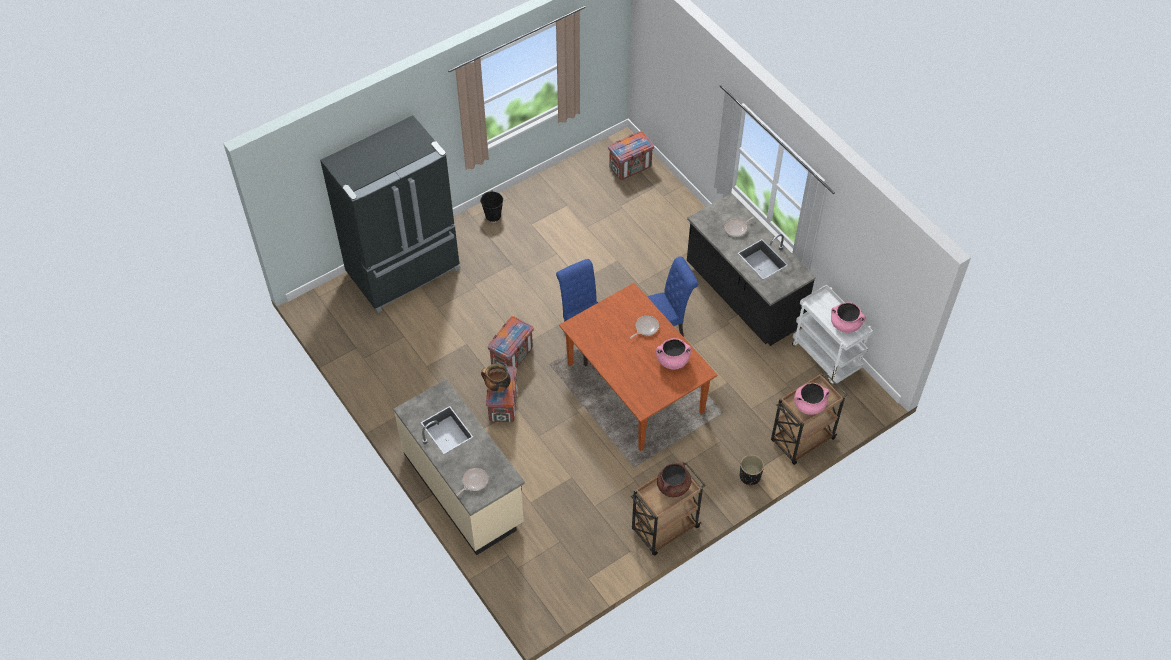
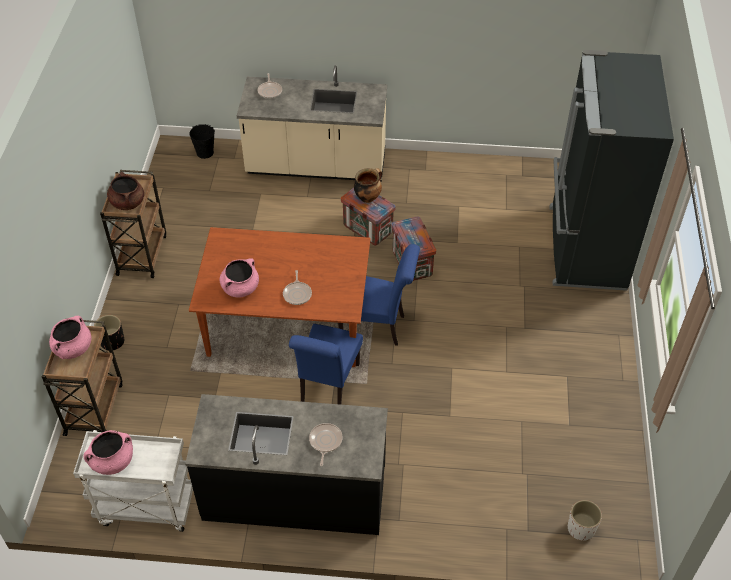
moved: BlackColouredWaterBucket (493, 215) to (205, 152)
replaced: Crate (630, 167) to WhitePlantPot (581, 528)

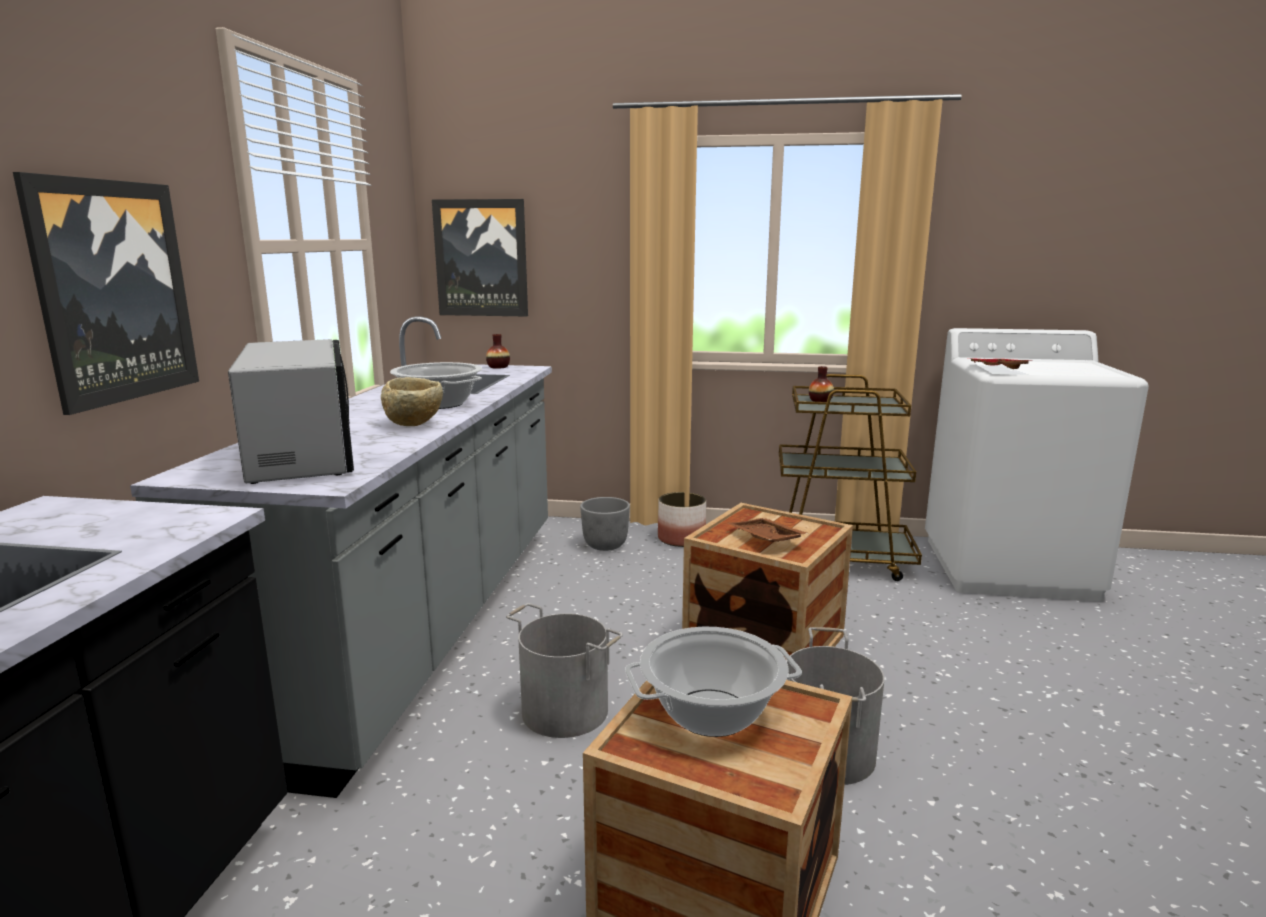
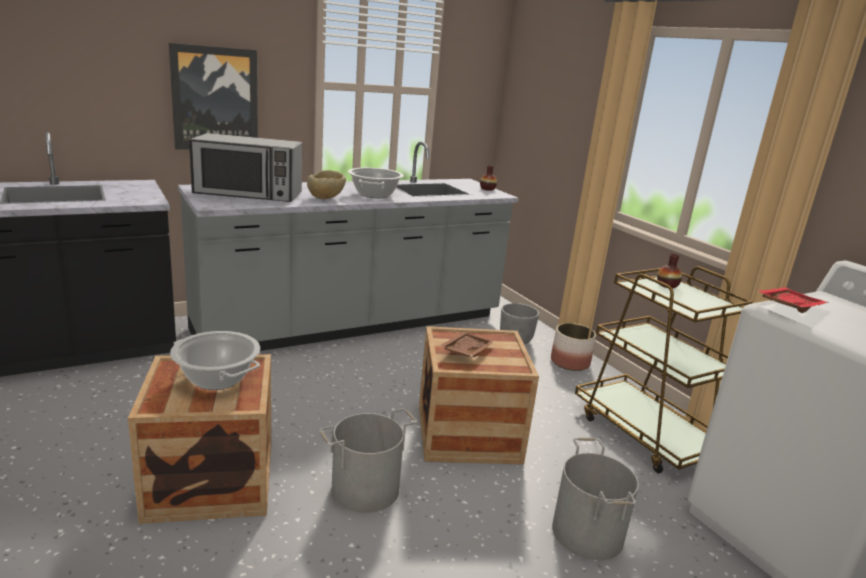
removed: WallPicture (481, 258)
moved: GreyishWaterBucket (564, 711) to (586, 533)
turned: MicrowaveOven (303, 454) = (248, 194) 60 degrees clockwise

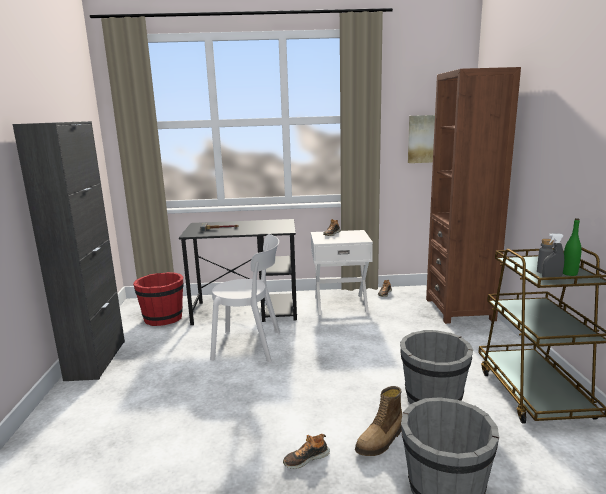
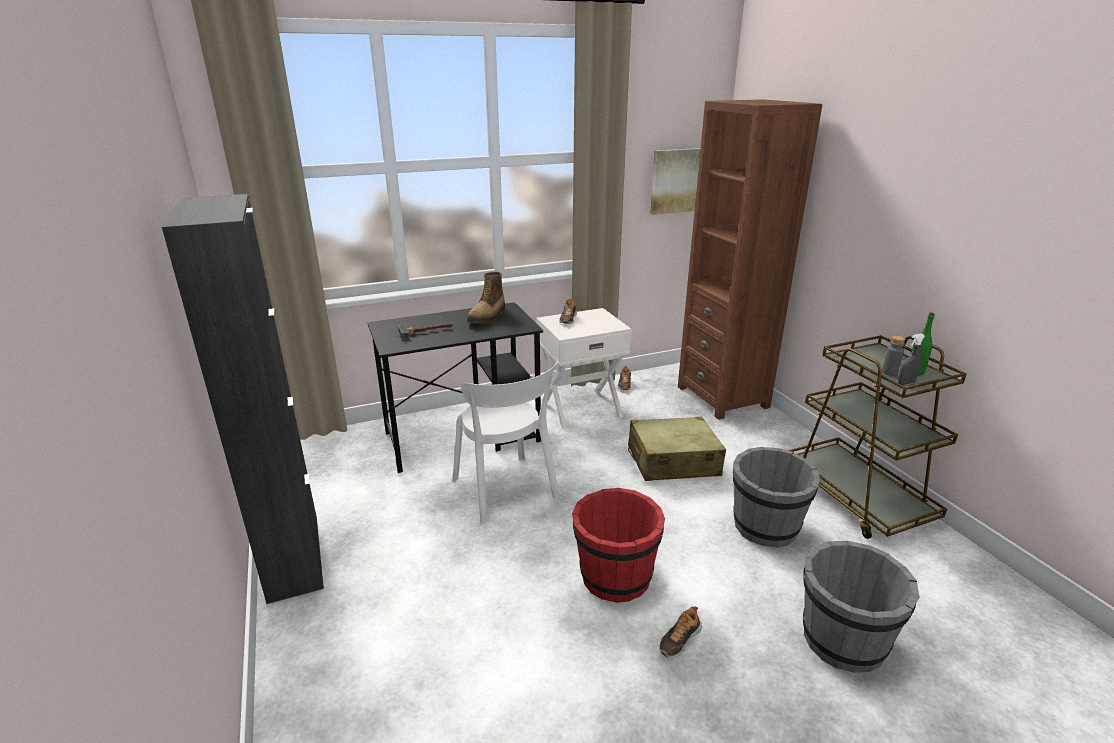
added: BeigeTravelCase (672, 461)
moved: Boot (381, 440) to (488, 317); RedColouredWaterBucket (163, 318) to (615, 576)
turned: WhiteUprightChair (251, 345) = (506, 491) 75 degrees clockwise

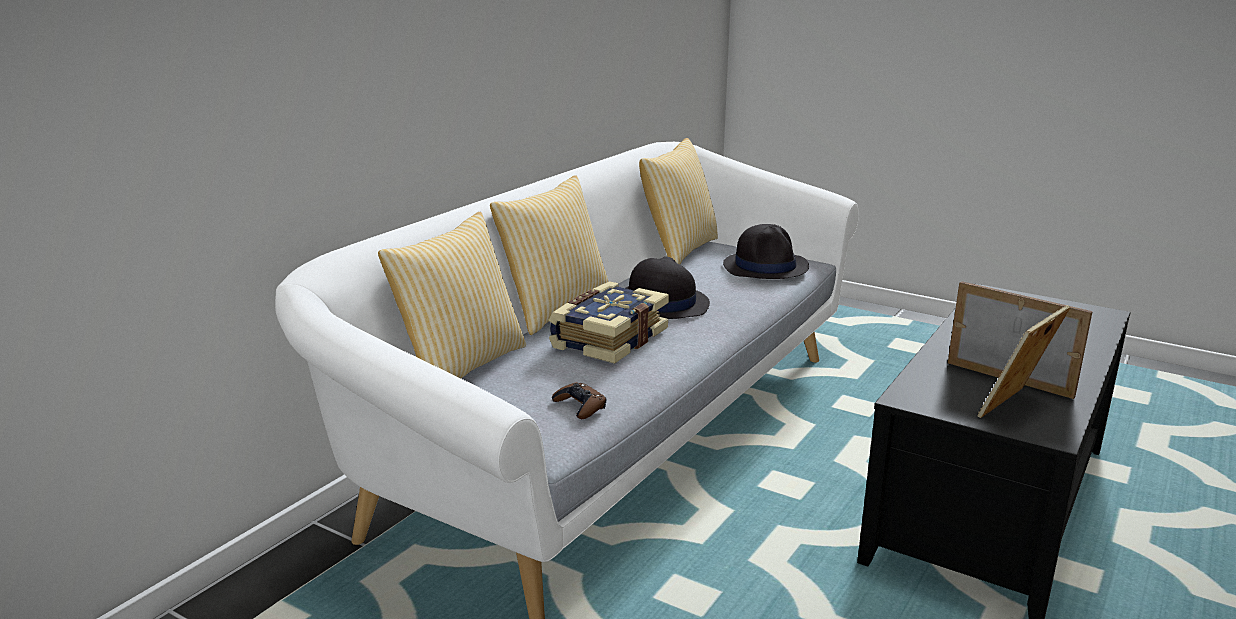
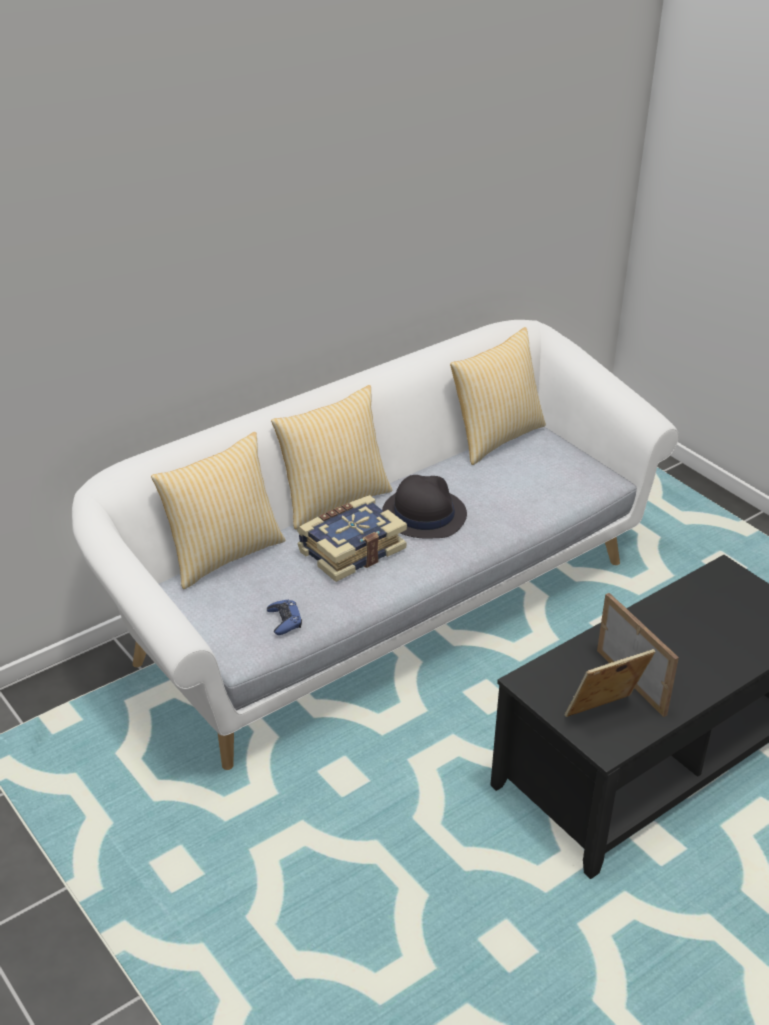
removed: BlackColouredHat (766, 267)
recoloured: BrownishJoypad (580, 406) to BlueColouredJoypad (284, 620)

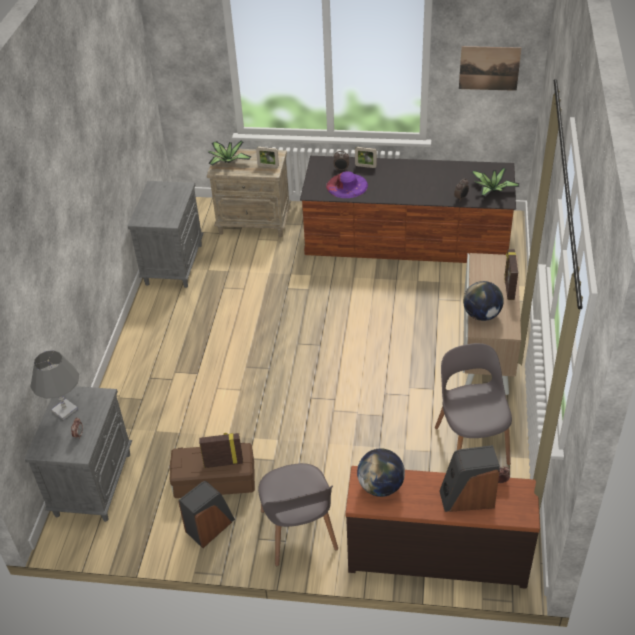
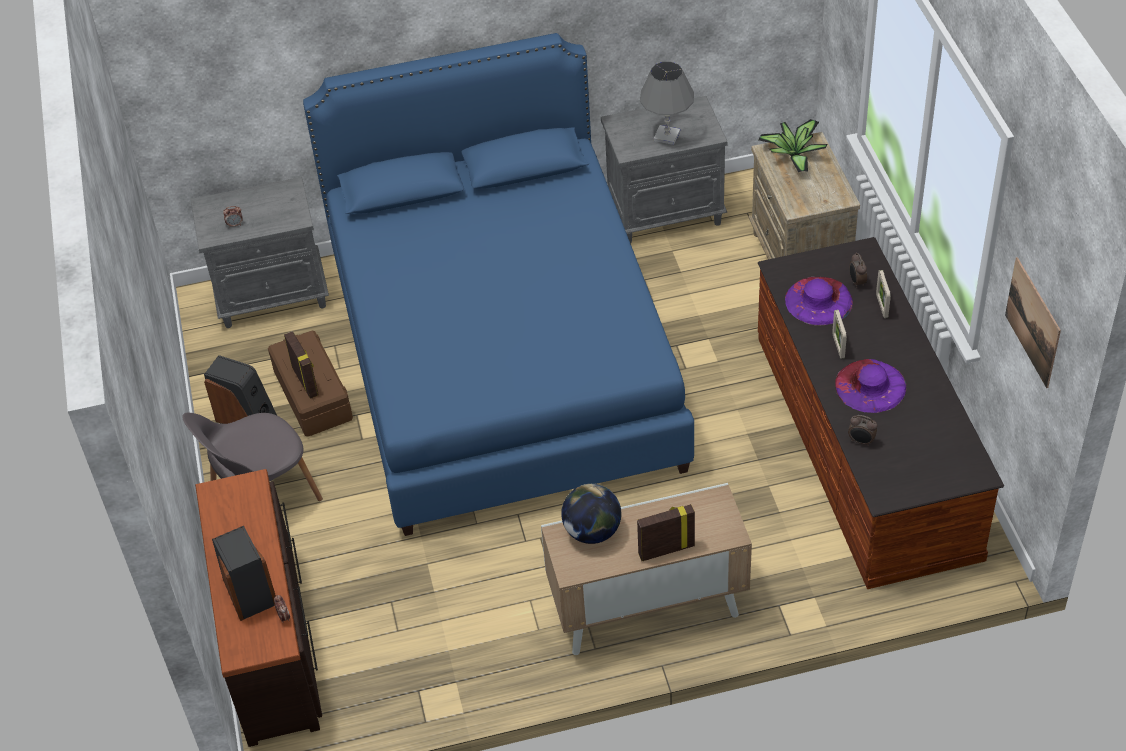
removed: Globe (380, 486); GreyishUprightChair (471, 443); PottedPlant (492, 191)
added: BlueColouredBedroomBed (502, 359); PurpleHat (870, 386)
moved: GreyishLampForATable (65, 410) to (667, 136); StandingFrame (268, 166) to (838, 346)

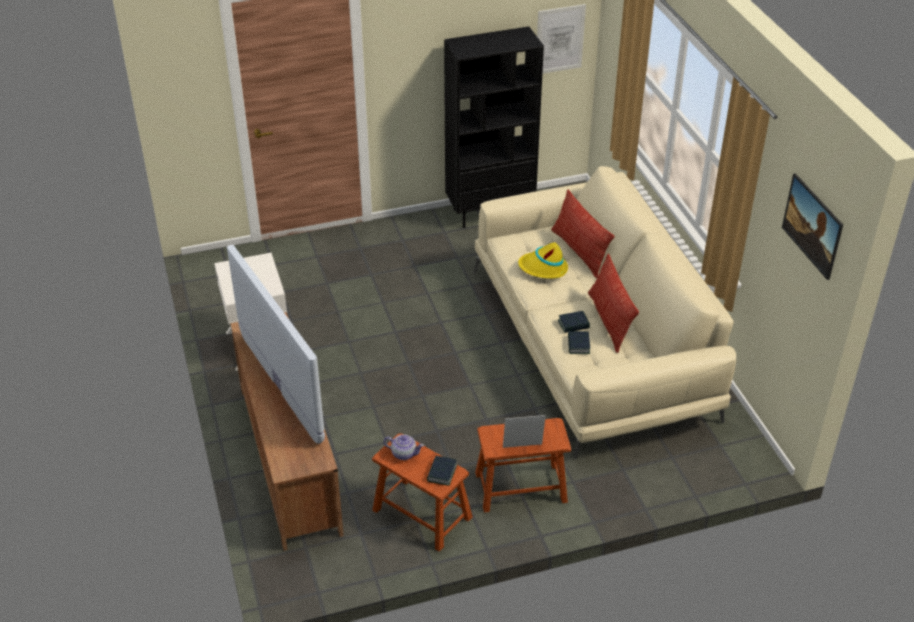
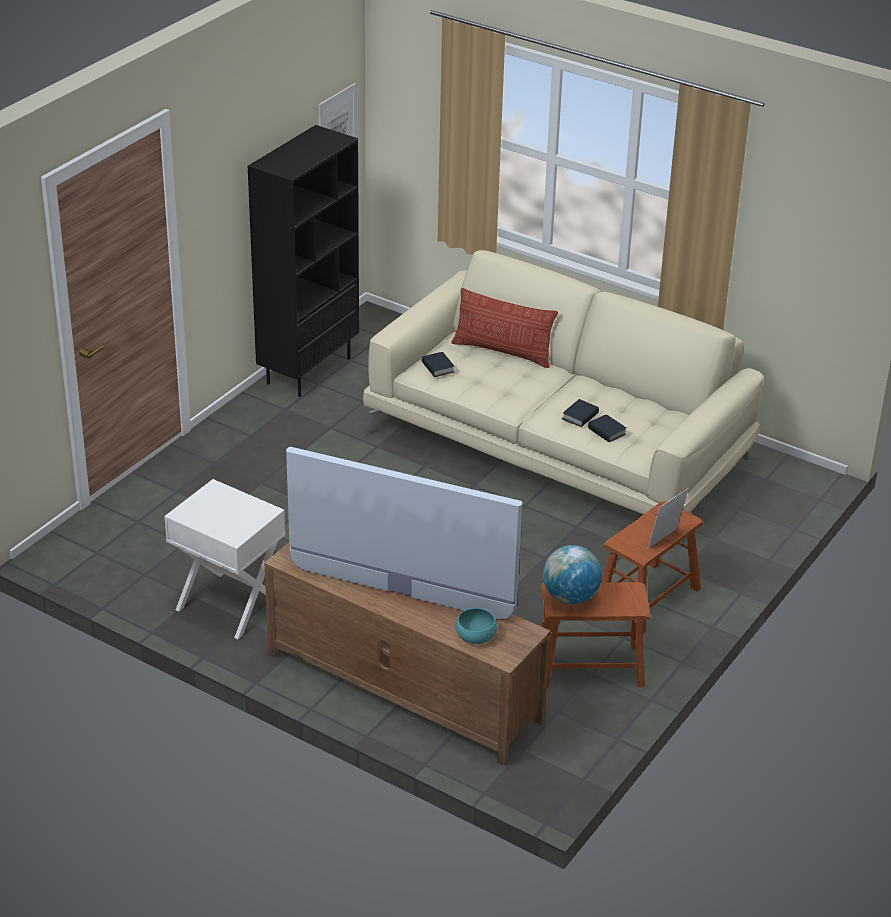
removed: YellowHat (543, 268); ThrowPillow (609, 321); WallPicture (809, 239)
added: BlueGreenServingBowl (476, 635)
moved: BoundBook (442, 473) to (437, 368)
replaced: Teapot (404, 453) to Globe (570, 597)

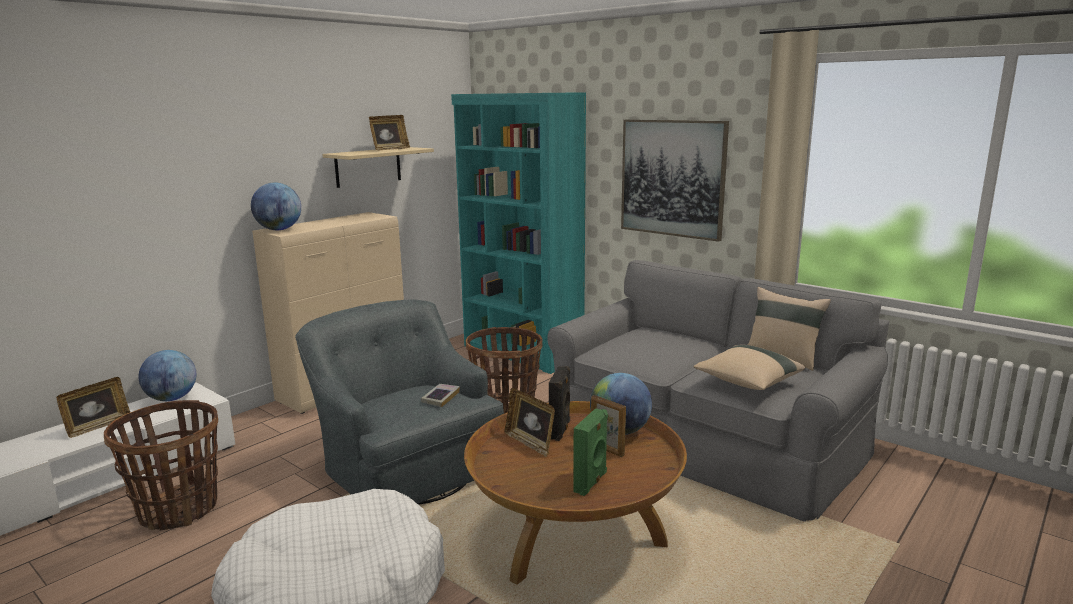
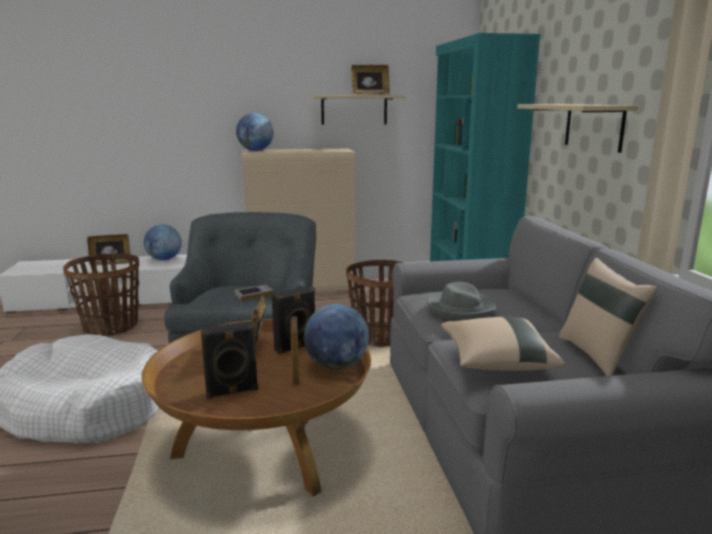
added: GreyishHat (460, 307)
replaced: WallPicture (672, 178) to BeigeBracketShelf (593, 126)
recoloured: GreenAudioSpeaker (591, 482) to BlackColouredAudioSpeaker (232, 392)

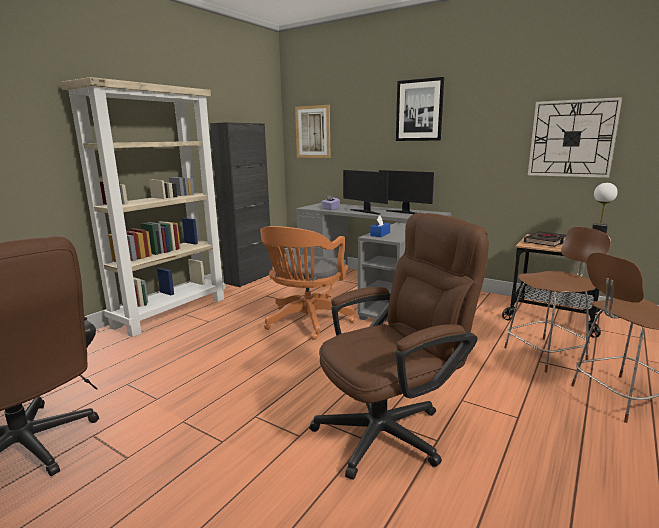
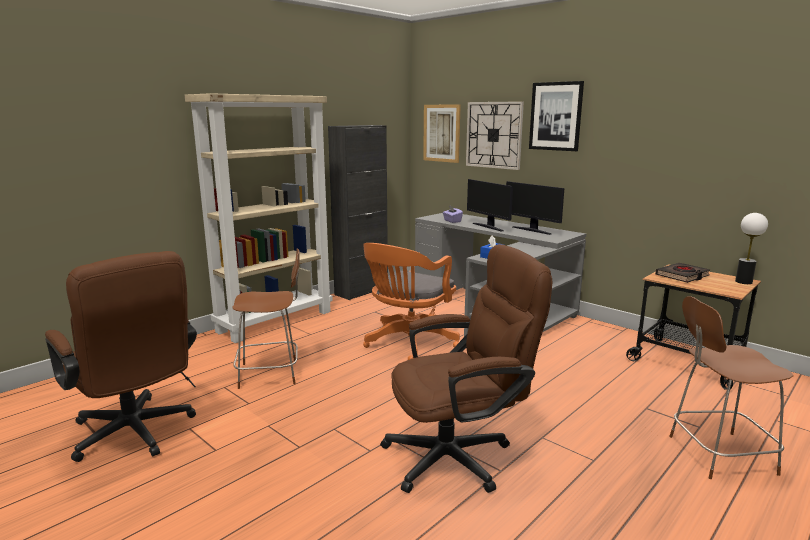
moved: BrownishUprightChair (547, 354) to (271, 373); HangingClock (572, 138) to (494, 135)

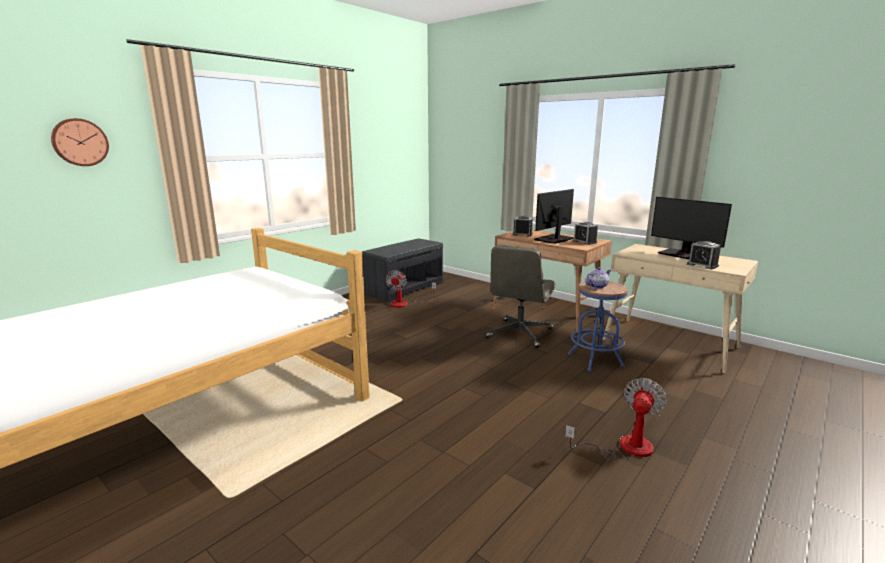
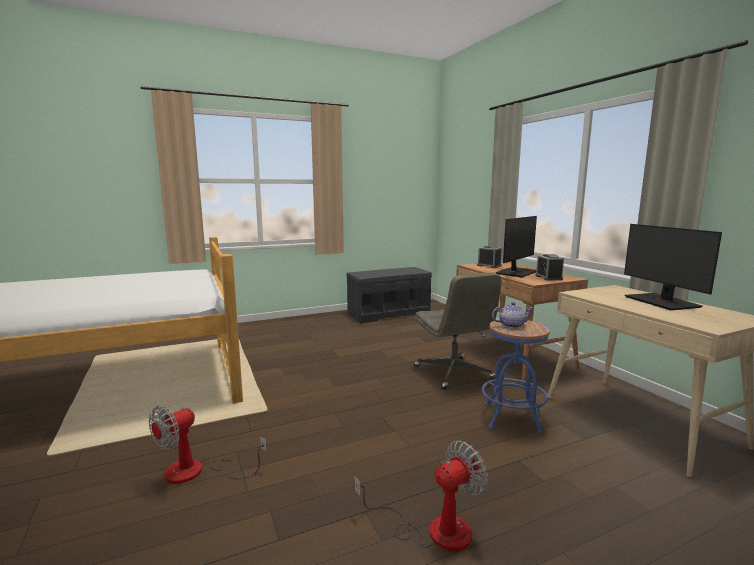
removed: HangingClock (80, 142); TableClock (702, 265)
moved: ElectricFan (405, 303) to (197, 472)
turned: GreyishDeskChair (520, 334) = (454, 373) 75 degrees counterclockwise; ComputerDisplay (554, 239) = (516, 272) 150 degrees clockwise

